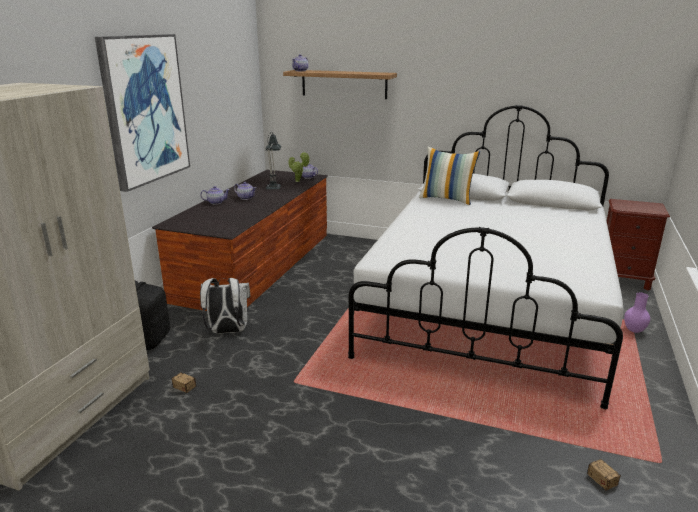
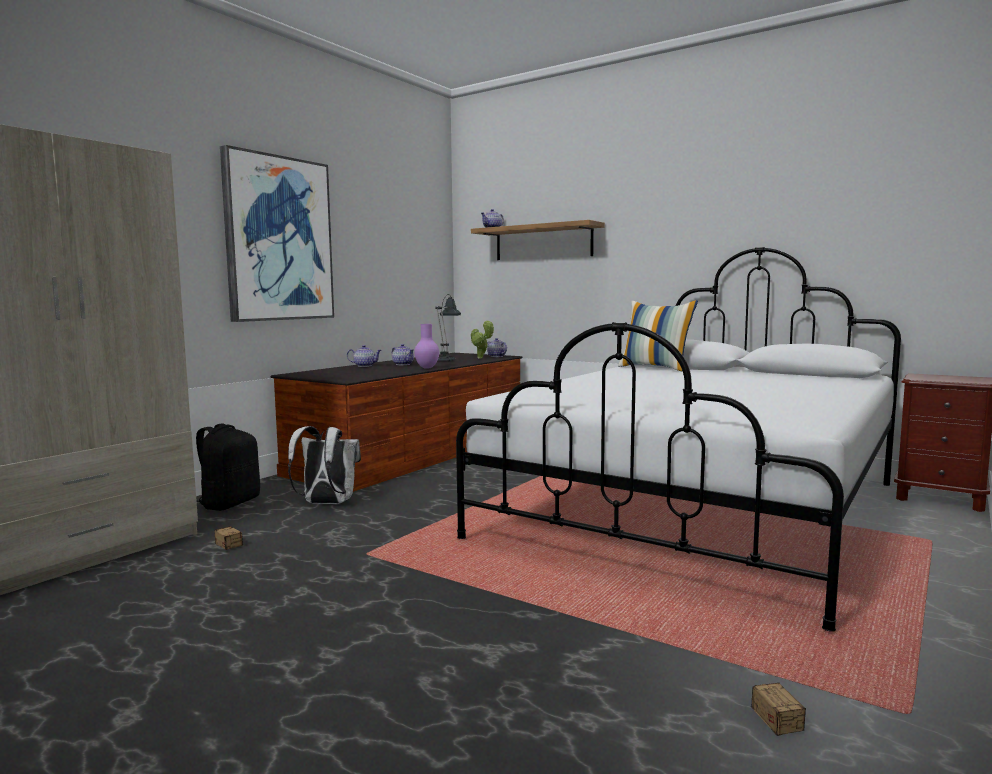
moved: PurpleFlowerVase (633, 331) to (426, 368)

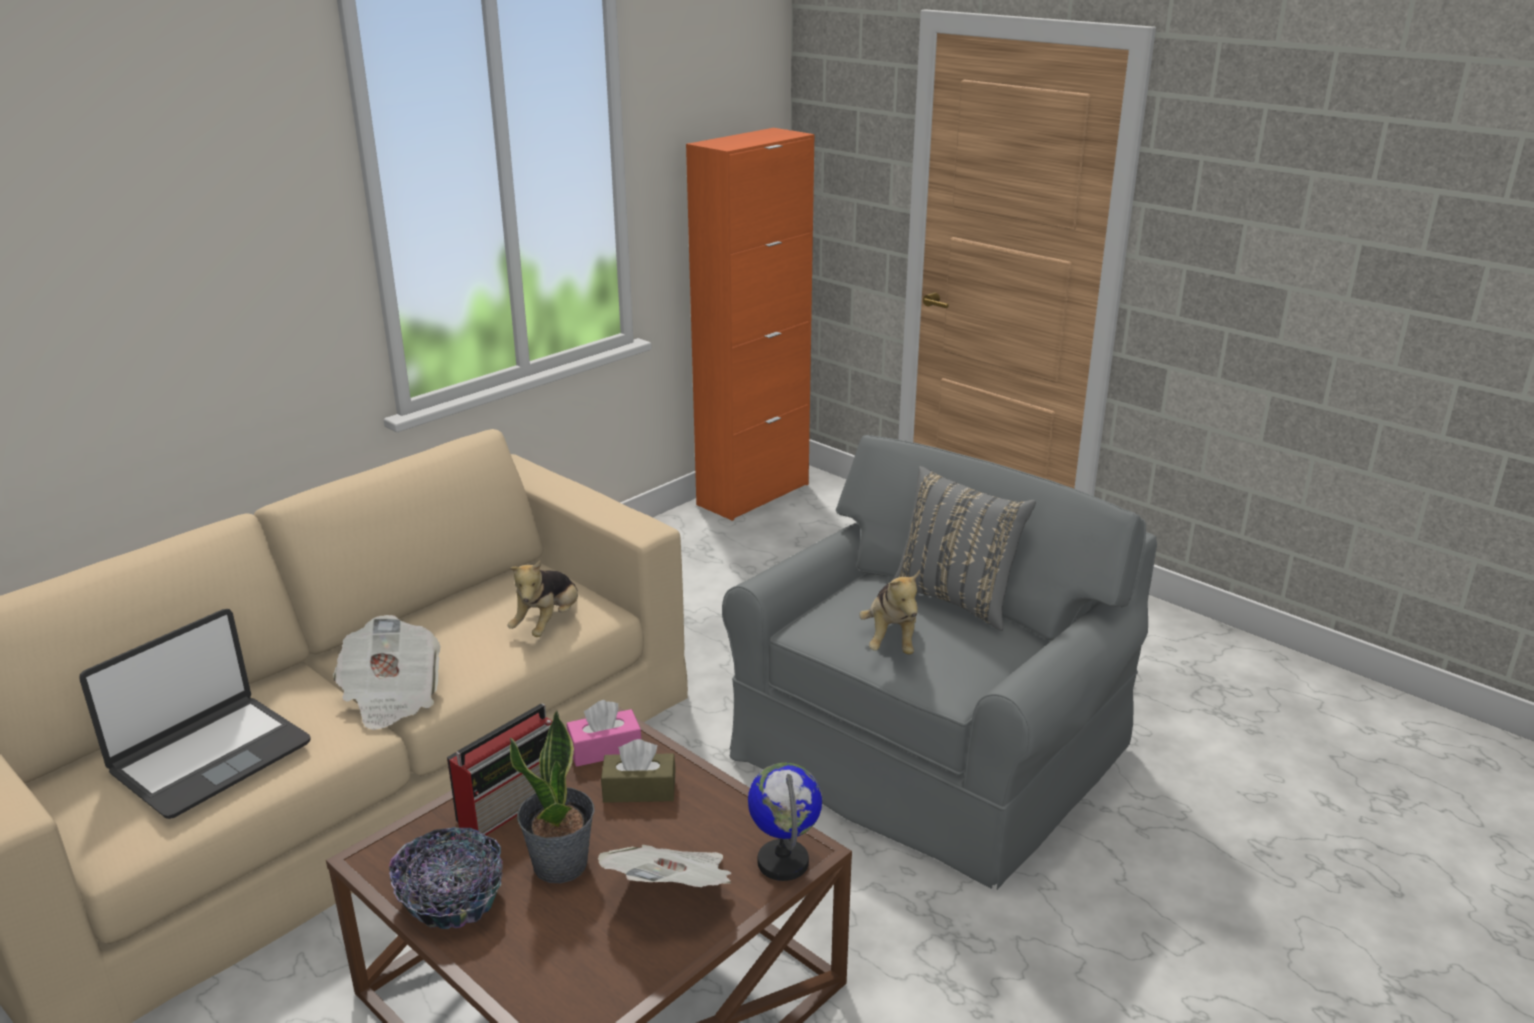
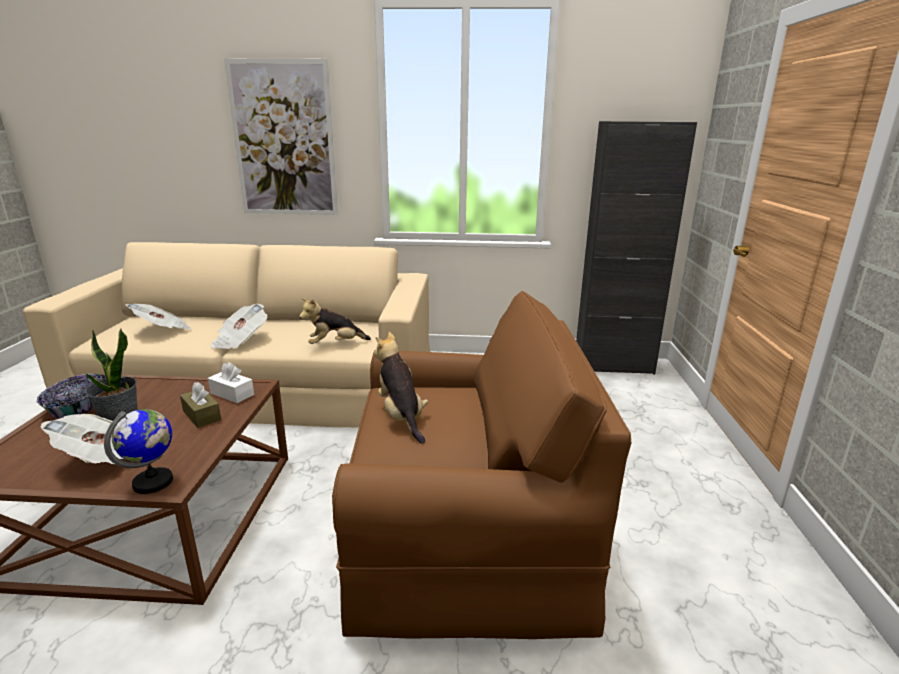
removed: RadioSet (512, 804); GreyishThrowPillow (956, 599)
added: WallPicture (284, 140)
replaced: Laptop (210, 757) to Newspaper (163, 330)
recoloured: PinkishTissueHolder (605, 749) to WhiteTissueHolder (232, 394); GreyishLoungeChair (929, 751) to BrownishLoungeChair (466, 534); OrangeCabinet (753, 494) to BlackColouredCabinet (613, 366)
turned: SoftToy (891, 640) = (401, 416) 105 degrees clockwise

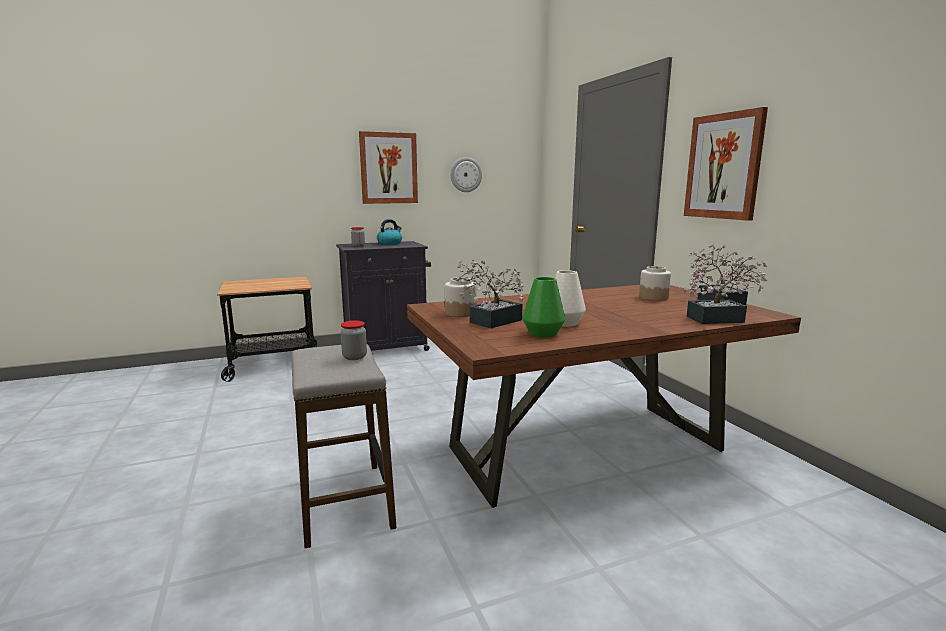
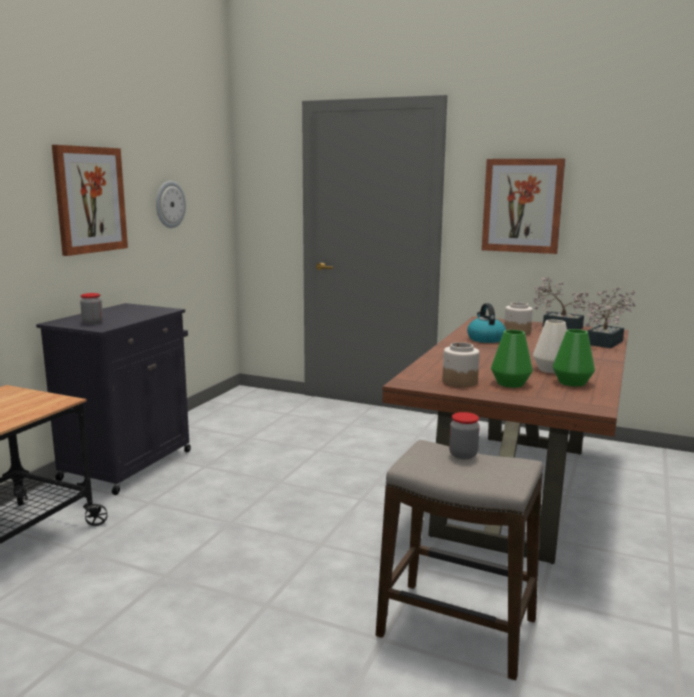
moved: TeaKettle (390, 243) to (485, 339)
replaced: PottedPlant (491, 322) to GreenFlowerVase (510, 383)

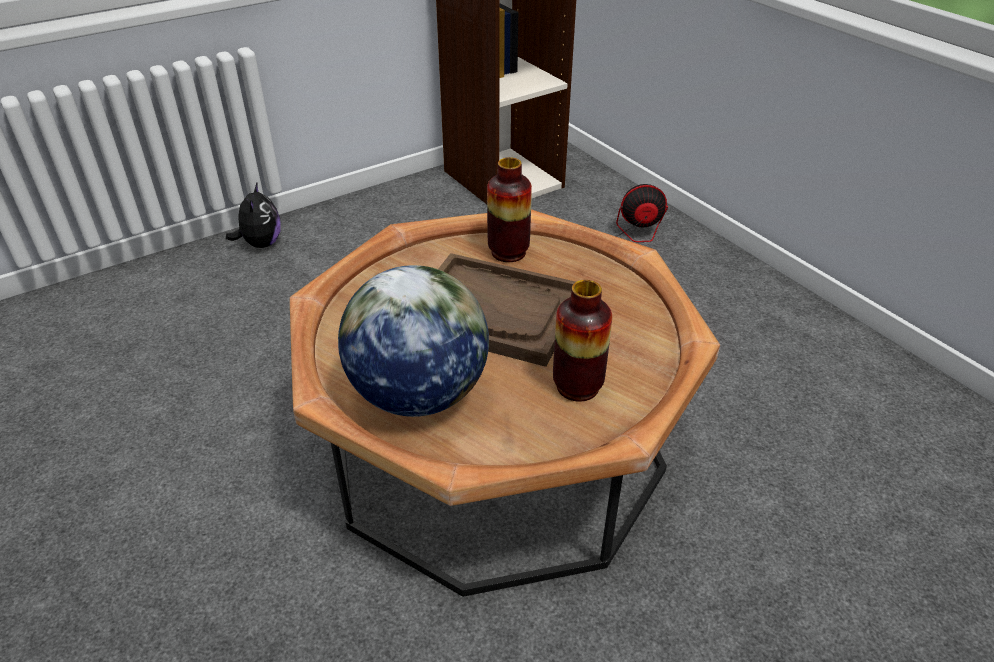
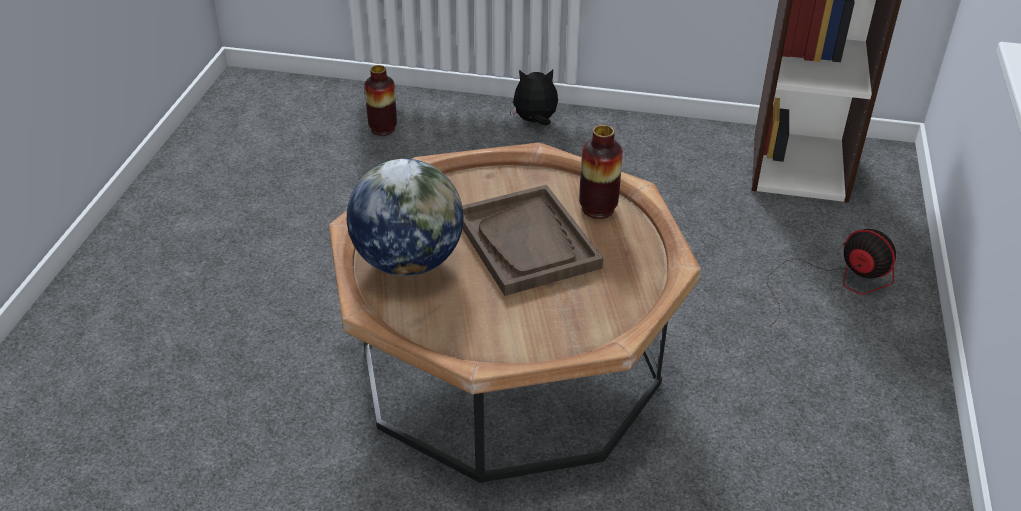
moved: FlowerVase (577, 386) to (383, 129)
turned: SoftToy (261, 244) = (535, 121) 135 degrees counterclockwise

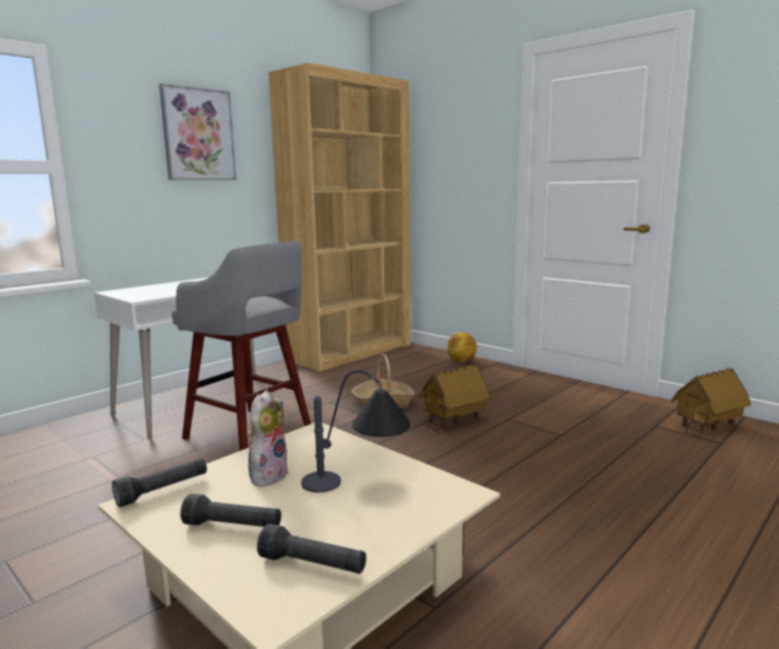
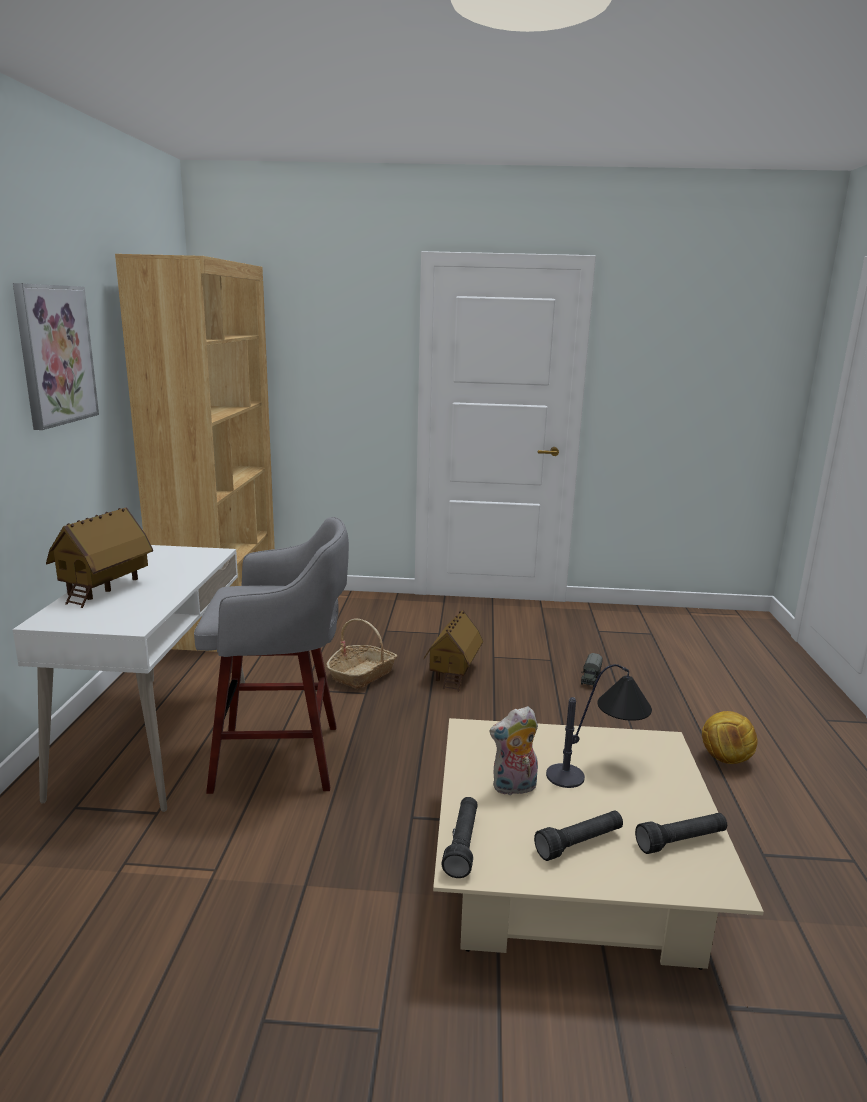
added: ModelTruck (590, 679)
moved: MiniatureHouse (707, 426) to (104, 588); Football (461, 361) to (724, 759)
turned: SoftToy (267, 474) = (514, 788) 90 degrees counterclockwise

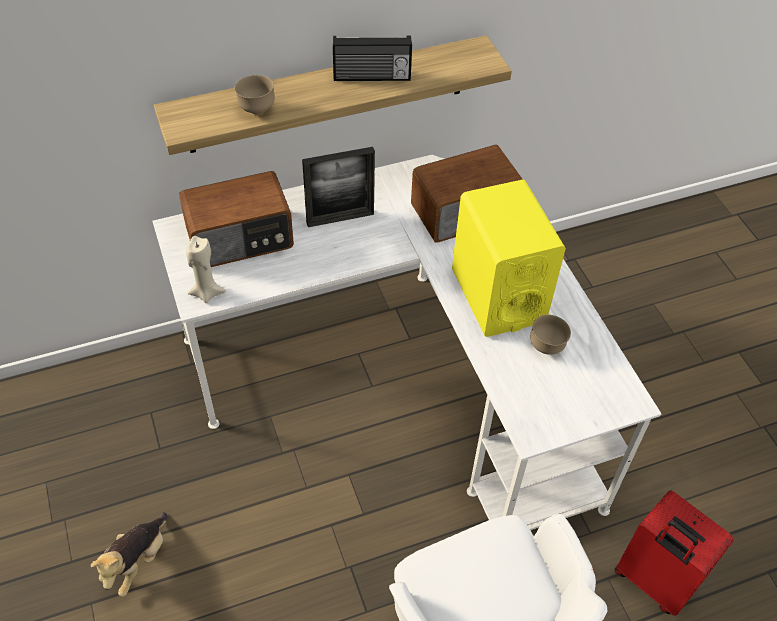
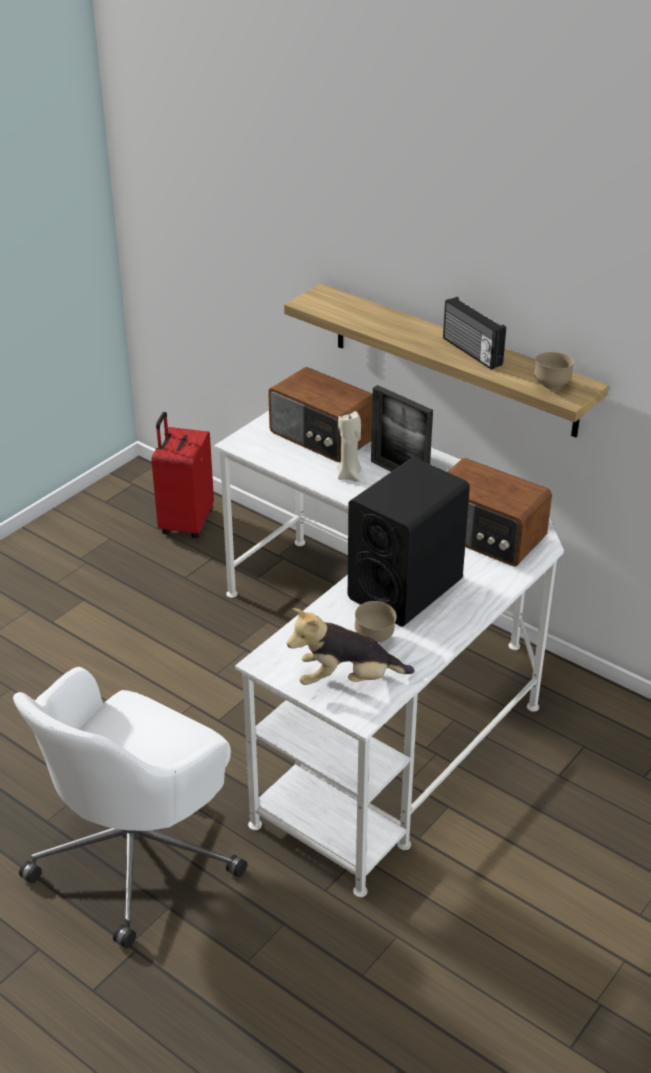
moved: RedColouredTravelCase (653, 581) to (185, 523); SoftToy (137, 561) to (347, 680); BeigeCandle (207, 292) to (349, 475); BrownishServingBowl (256, 109) to (551, 385)
recoloured: YellowAudioSpeaker (497, 295) to BlackColouredAudioSpeaker (405, 589)

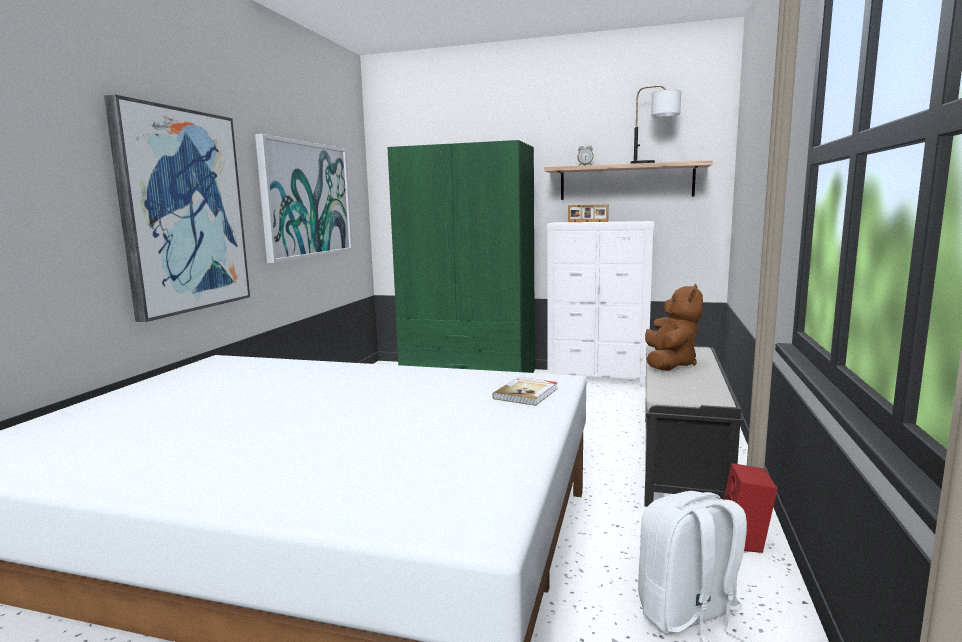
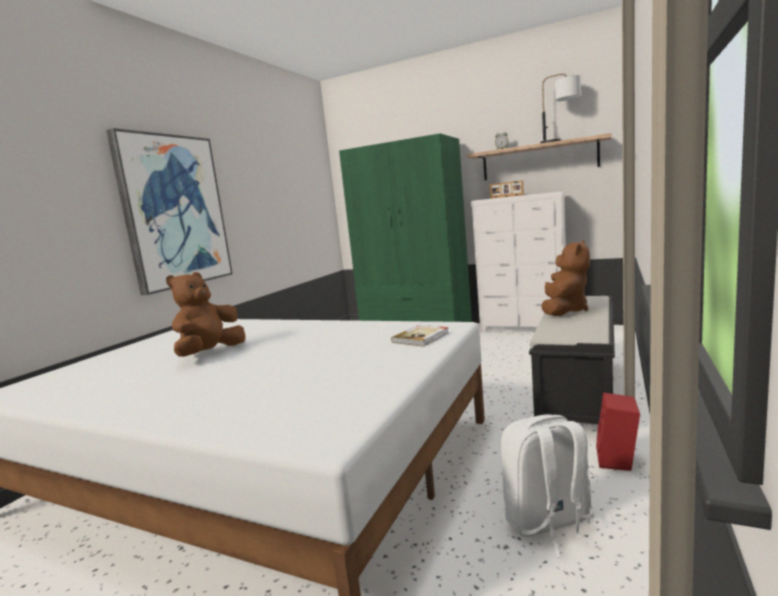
removed: WallPicture (307, 200)
added: BrownishSoftToy (210, 353)

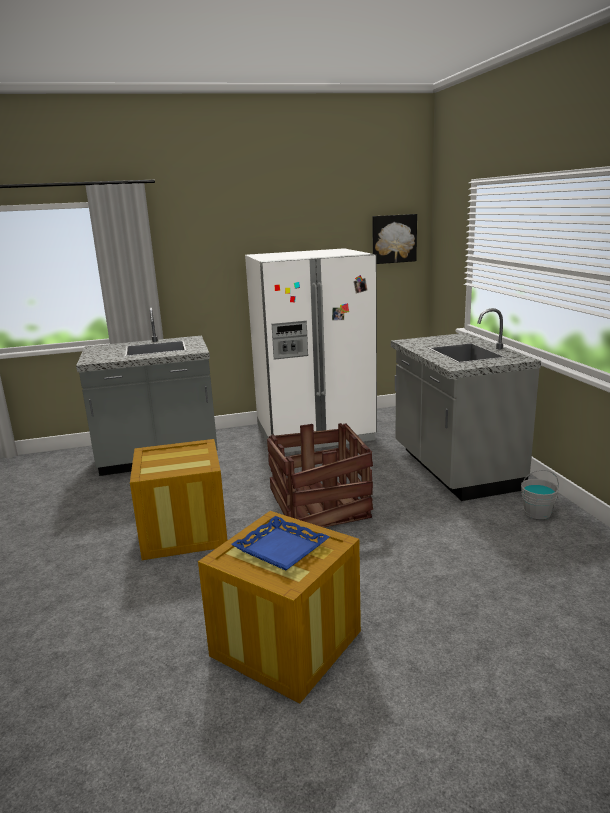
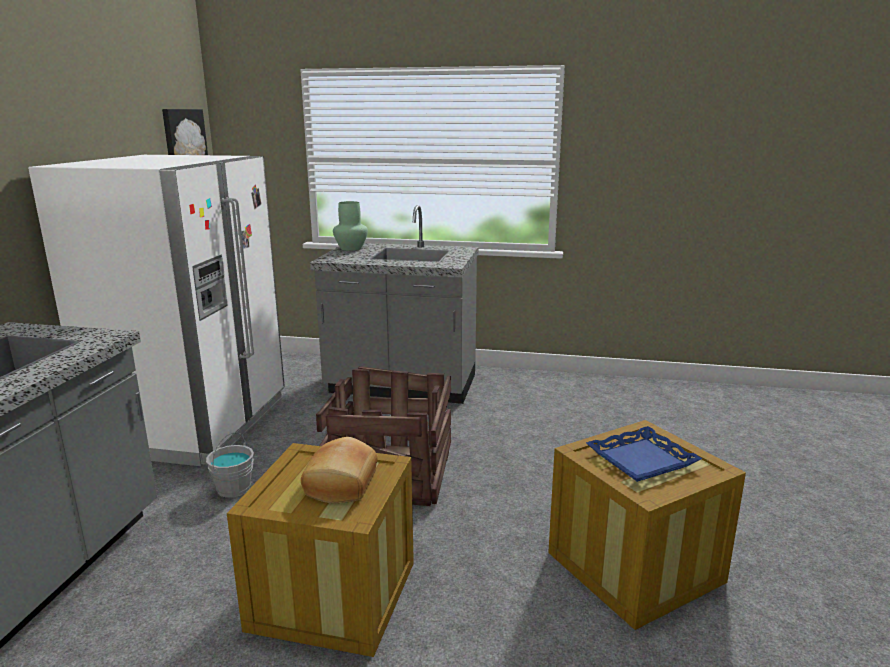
added: Bread (343, 484); GreenFlowerVase (351, 248)
moved: GreyishWaterBucket (537, 512) to (233, 488)

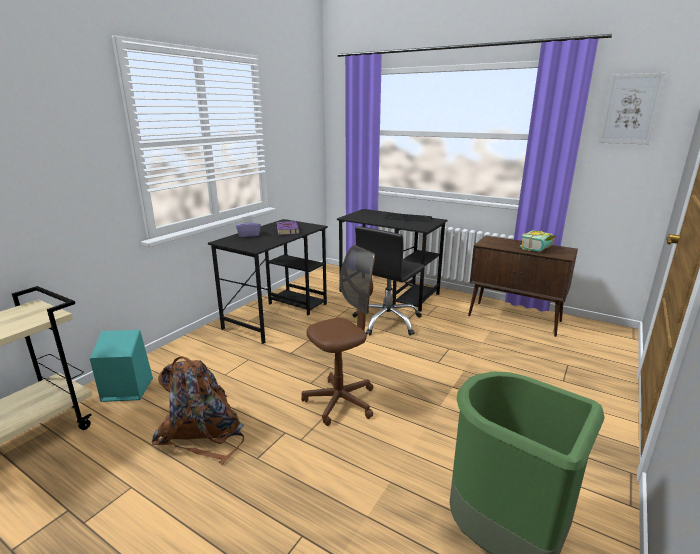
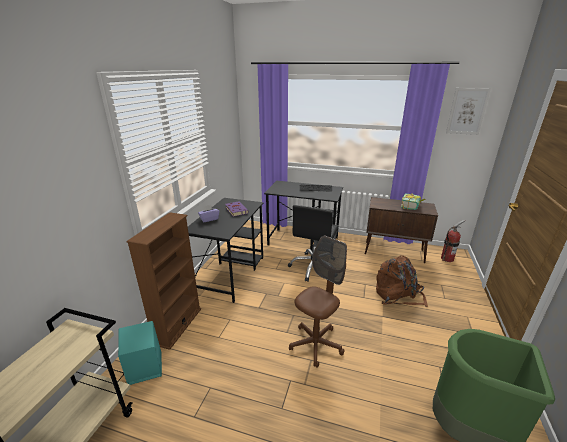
added: BrownishBookshelf (178, 326); FireFightingCylinder (447, 258)
moved: BrownishRucksack (203, 433) to (398, 295)

